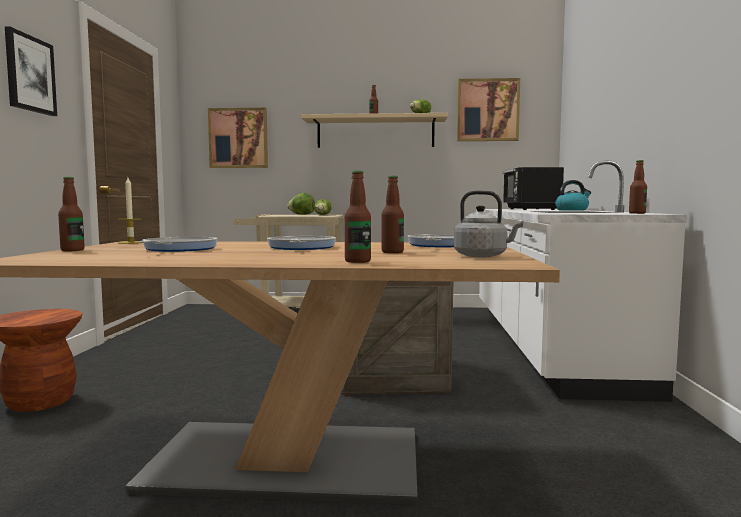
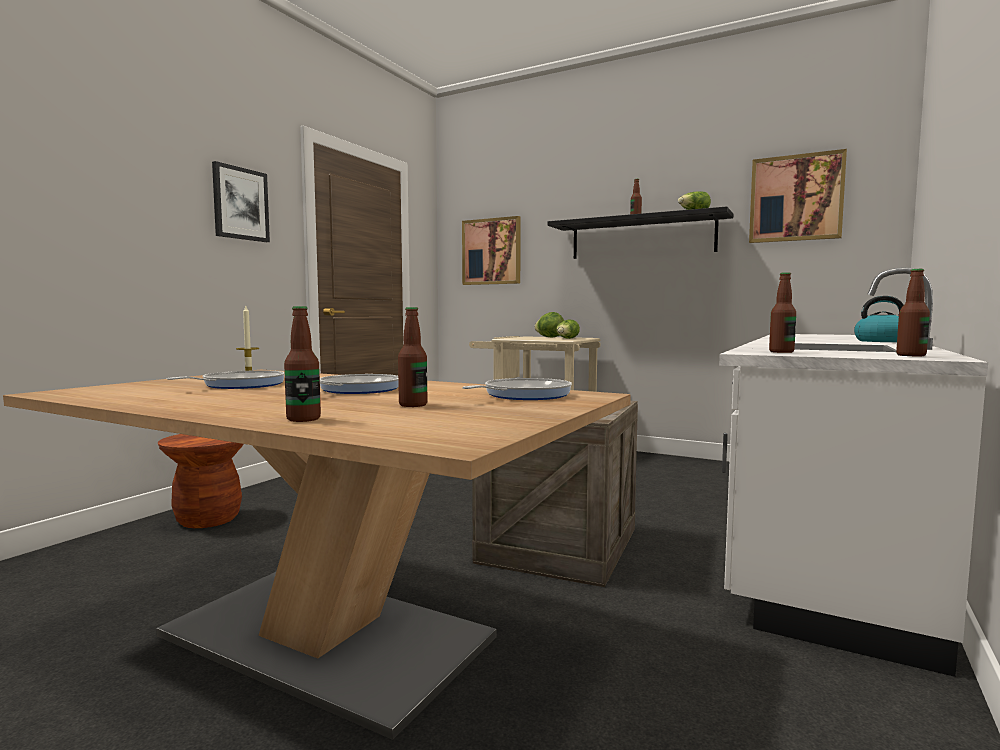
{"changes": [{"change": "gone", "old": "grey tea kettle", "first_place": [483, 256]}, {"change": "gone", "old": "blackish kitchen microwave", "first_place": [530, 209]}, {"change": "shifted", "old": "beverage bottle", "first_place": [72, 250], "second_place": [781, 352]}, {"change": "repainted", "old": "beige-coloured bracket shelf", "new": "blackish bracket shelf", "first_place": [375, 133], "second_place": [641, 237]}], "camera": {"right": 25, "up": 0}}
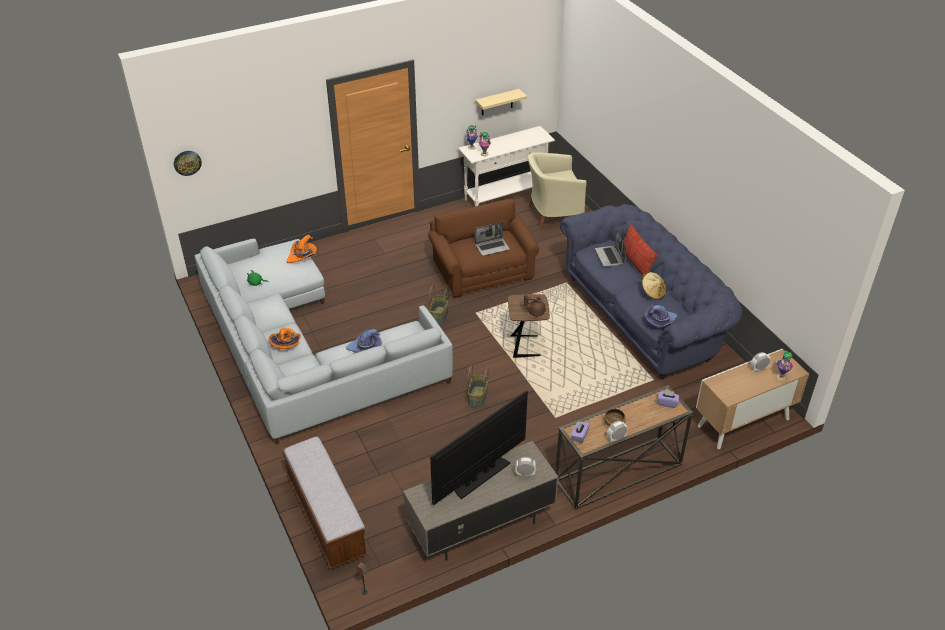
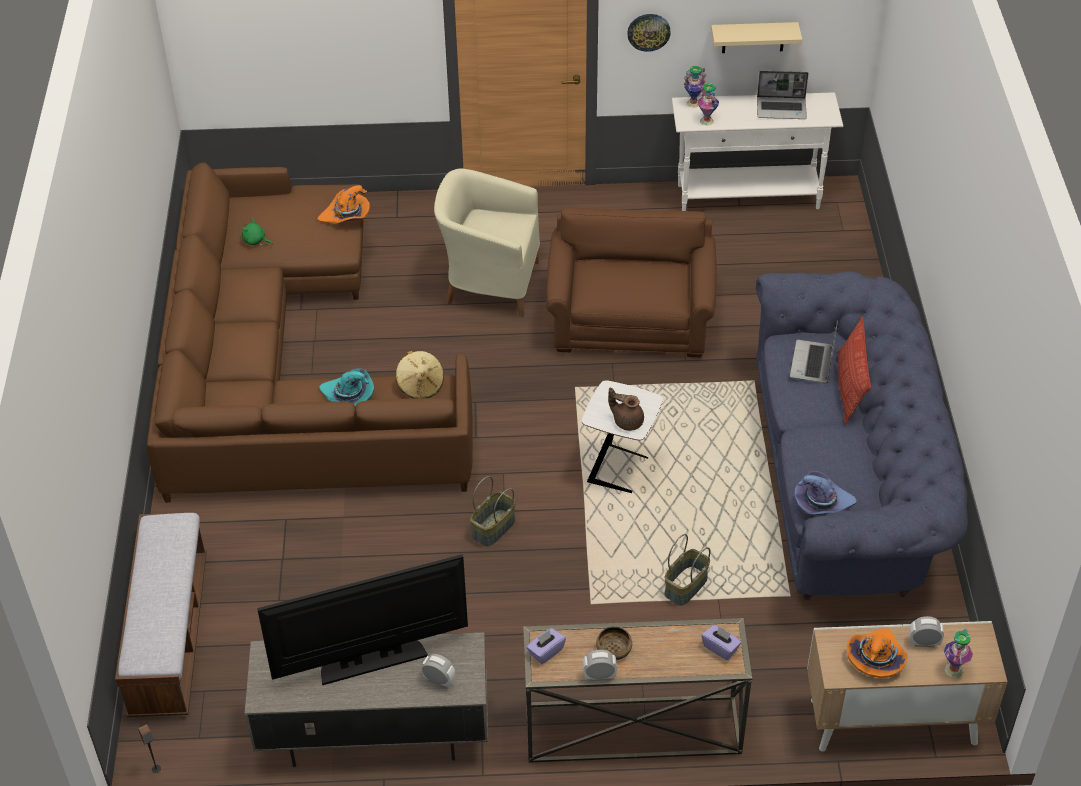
{"changes": [{"change": "shifted", "old": "hanging clock", "first_place": [187, 162], "second_place": [648, 31]}, {"change": "shifted", "old": "orangey wearable hat", "first_place": [286, 342], "second_place": [876, 658]}, {"change": "shifted", "old": "household basket", "first_place": [439, 316], "second_place": [686, 587]}, {"change": "shifted", "old": "notebook computer", "first_place": [492, 247], "second_place": [782, 109]}, {"change": "shifted", "old": "beige-coloured lounge chair", "first_place": [553, 214], "second_place": [489, 283]}, {"change": "shifted", "old": "beige-coloured wearable hat", "first_place": [653, 293], "second_place": [420, 385]}, {"change": "repainted", "old": "grey couch", "new": "brown-coloured couch", "first_place": [303, 351], "second_place": [284, 367]}, {"change": "repainted", "old": "purple wearable hat", "new": "turquoise wearable hat", "first_place": [365, 348], "second_place": [348, 396]}, {"change": "repainted", "old": "brown-coloured accent table", "new": "whitish accent table", "first_place": [526, 346], "second_place": [620, 469]}], "camera": {"right": 25, "up": 5}}
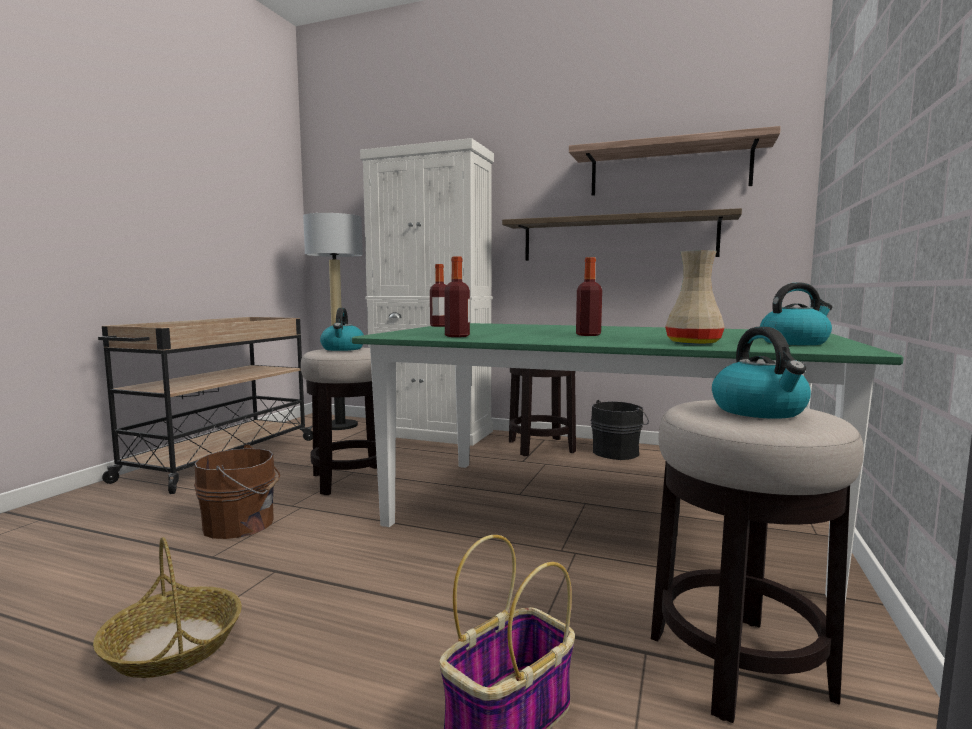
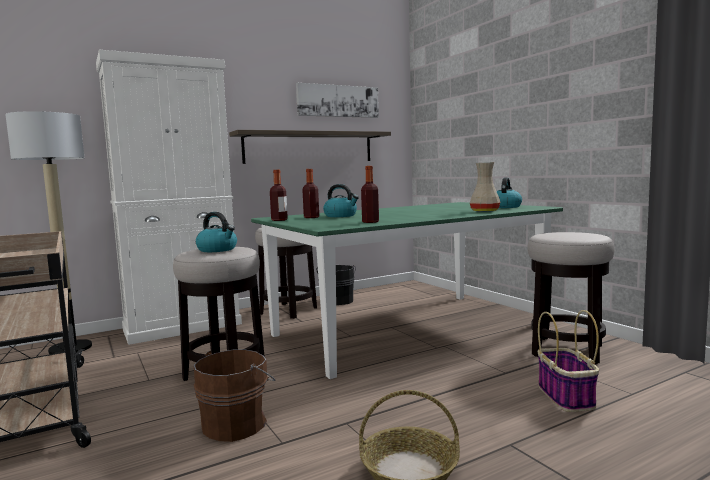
{"changes": [{"change": "shifted", "old": "beverage bottle", "first_place": [588, 335], "second_place": [311, 217]}, {"change": "shifted", "old": "tea kettle", "first_place": [760, 411], "second_place": [341, 216]}, {"change": "swapped", "old": "bracket shelf", "new": "wall art", "first_place": [669, 169], "second_place": [338, 101]}], "camera": {"right": -50, "up": 0}}
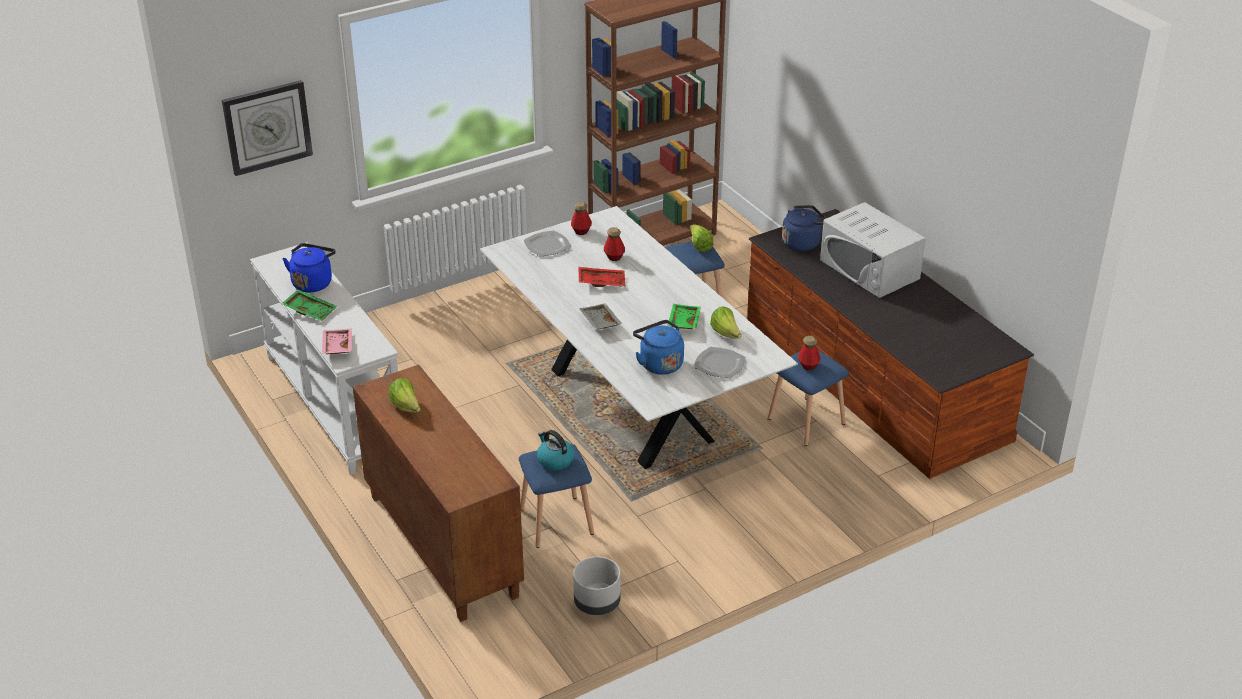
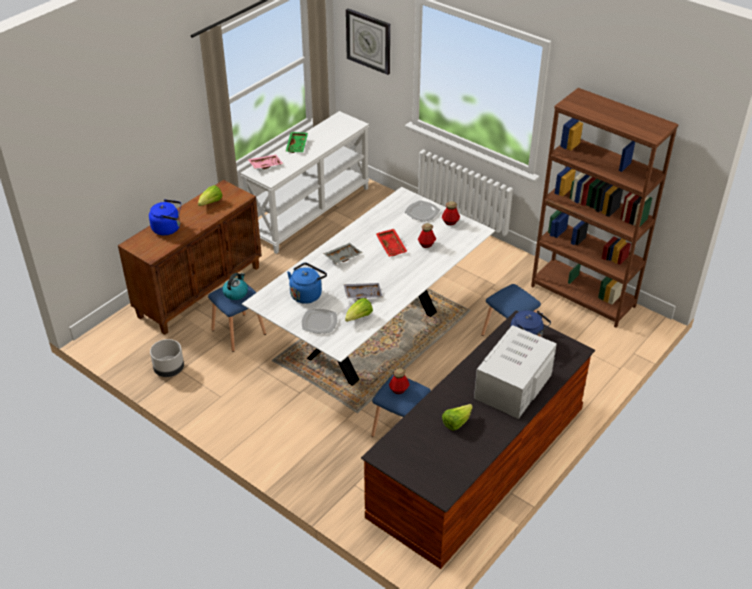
{"changes": [{"change": "shifted", "old": "blue tea kettle", "first_place": [313, 282], "second_place": [168, 228]}, {"change": "shifted", "old": "lettuce", "first_place": [699, 246], "second_place": [456, 422]}, {"change": "repainted", "old": "greenish carrying tray", "new": "grey carrying tray", "first_place": [683, 322], "second_place": [363, 294]}], "camera": {"right": 70, "up": 5}}
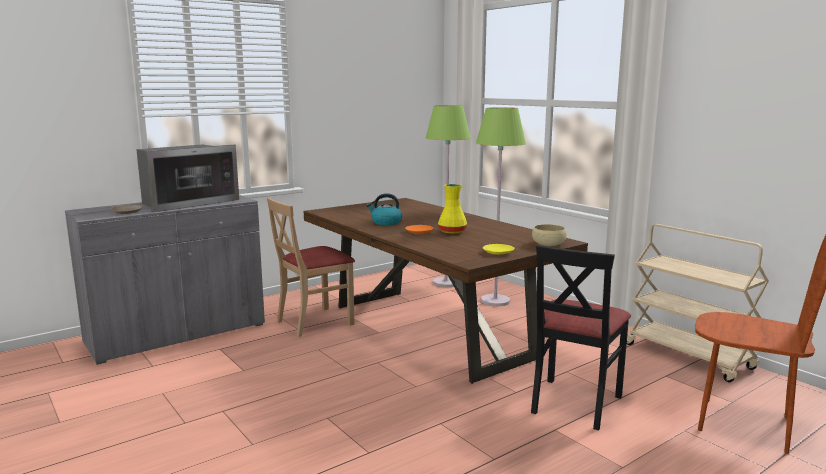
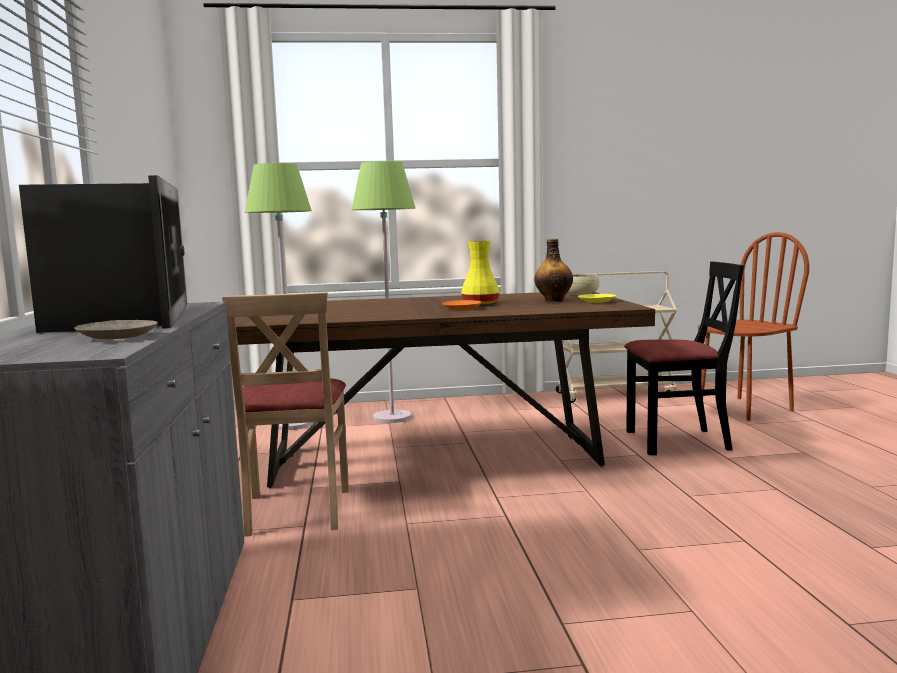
{"changes": [{"change": "gone", "old": "tea kettle", "first_place": [386, 222]}, {"change": "new", "new": "beverage bottle", "second_place": [554, 300]}, {"change": "rotated", "old": "blackish upright chair", "first_place": [574, 403], "second_place": [677, 441], "degrees": -60}], "camera": {"right": -60, "up": -5}}
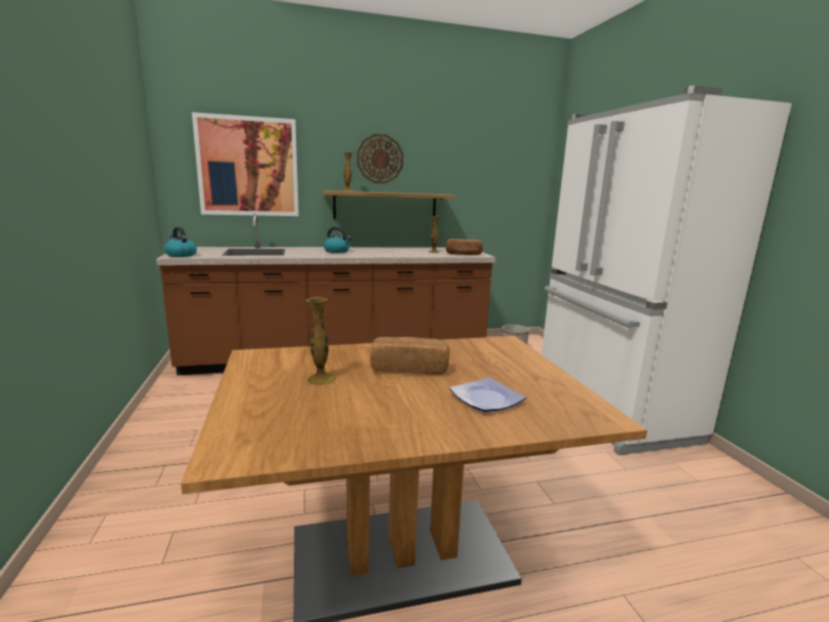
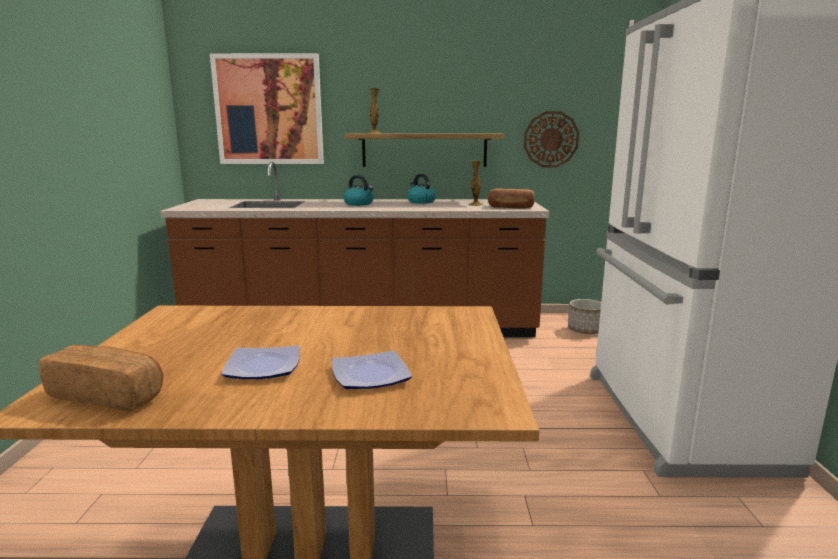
{"changes": [{"change": "gone", "old": "vase", "first_place": [321, 379]}, {"change": "new", "new": "dinner plate", "second_place": [264, 366]}, {"change": "shifted", "old": "tea kettle", "first_place": [180, 255], "second_place": [421, 202]}, {"change": "shifted", "old": "hanging clock", "first_place": [380, 159], "second_place": [551, 139]}, {"change": "shifted", "old": "bread", "first_place": [409, 369], "second_place": [108, 396]}], "camera": {"right": 15, "up": 0}}
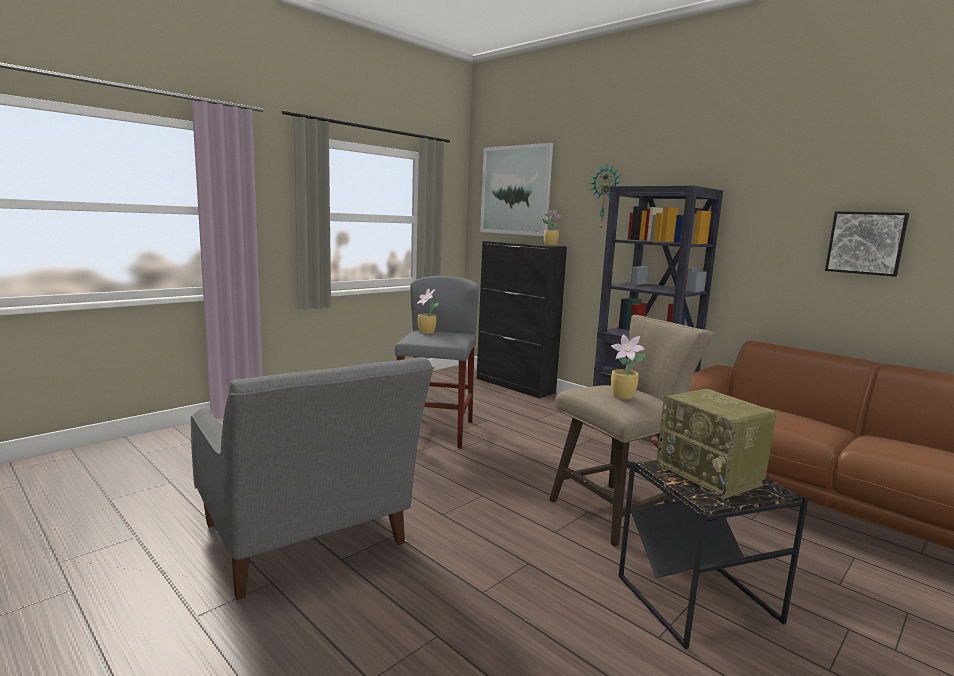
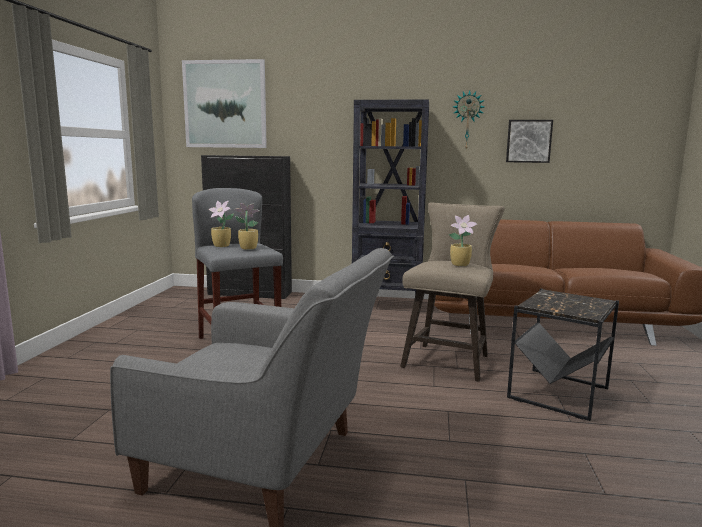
{"changes": [{"change": "gone", "old": "radio", "first_place": [711, 476]}, {"change": "shifted", "old": "potted plant", "first_place": [550, 245], "second_place": [247, 248]}, {"change": "shifted", "old": "hanging clock", "first_place": [605, 197], "second_place": [467, 120]}], "camera": {"right": -35, "up": 0}}
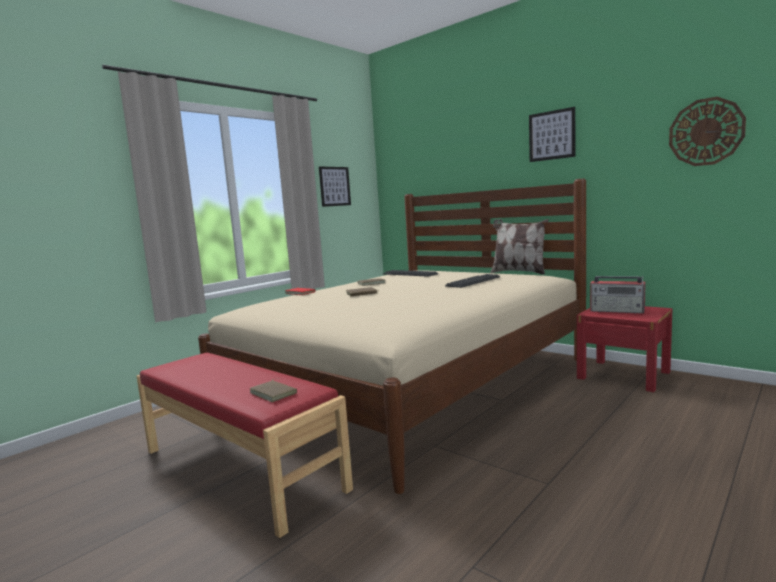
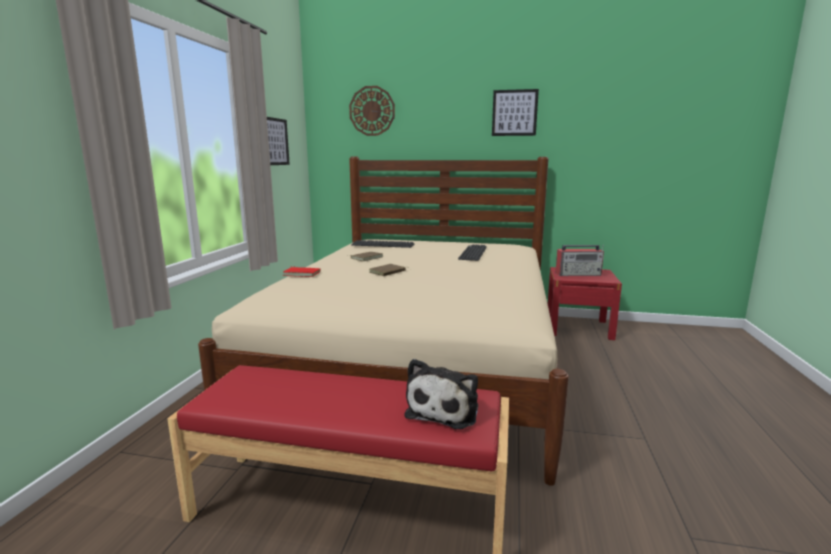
{"changes": [{"change": "gone", "old": "cushion", "first_place": [518, 272]}, {"change": "shifted", "old": "hanging clock", "first_place": [706, 132], "second_place": [372, 111]}, {"change": "swapped", "old": "brown-coloured volume", "new": "cuddly toy", "first_place": [275, 393], "second_place": [445, 409]}], "camera": {"right": -30, "up": 5}}
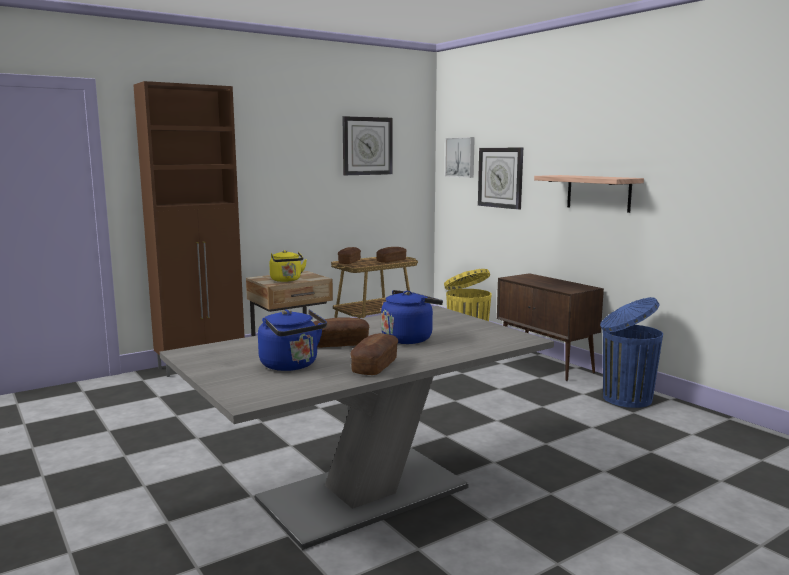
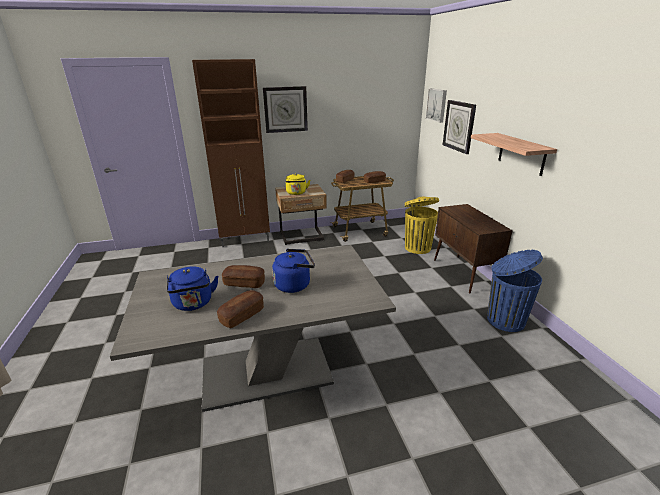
{"changes": [{"change": "shifted", "old": "hanging clock", "first_place": [367, 146], "second_place": [285, 109]}], "camera": {"right": 20, "up": 15}}
